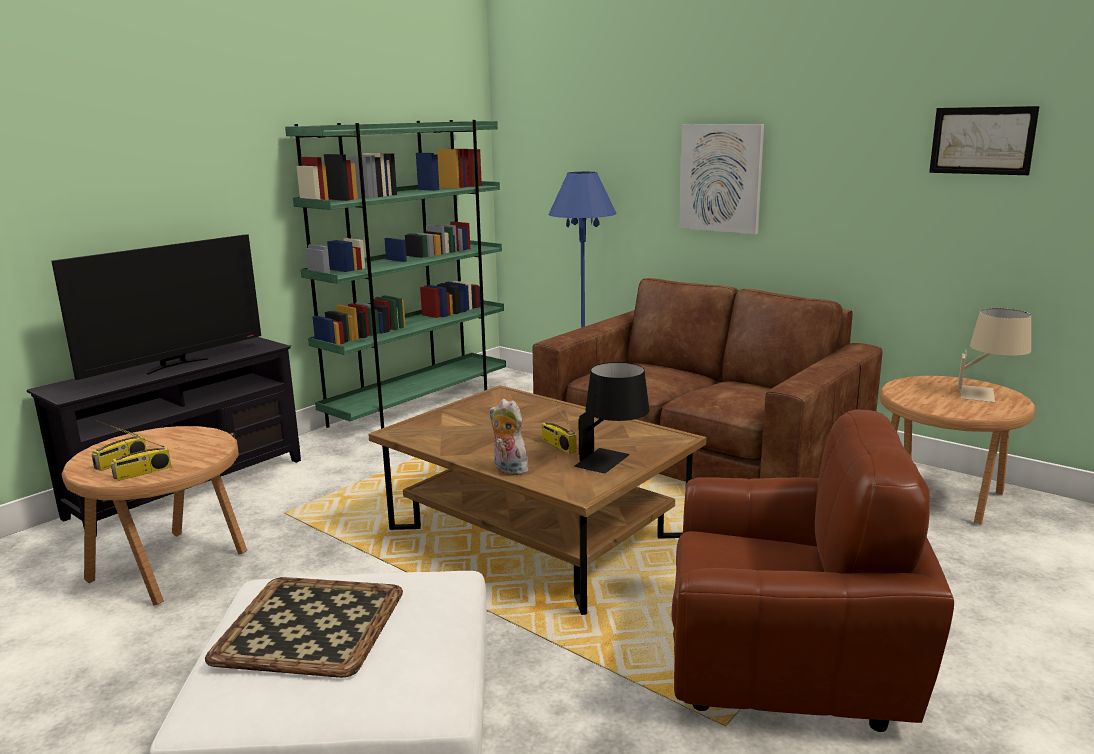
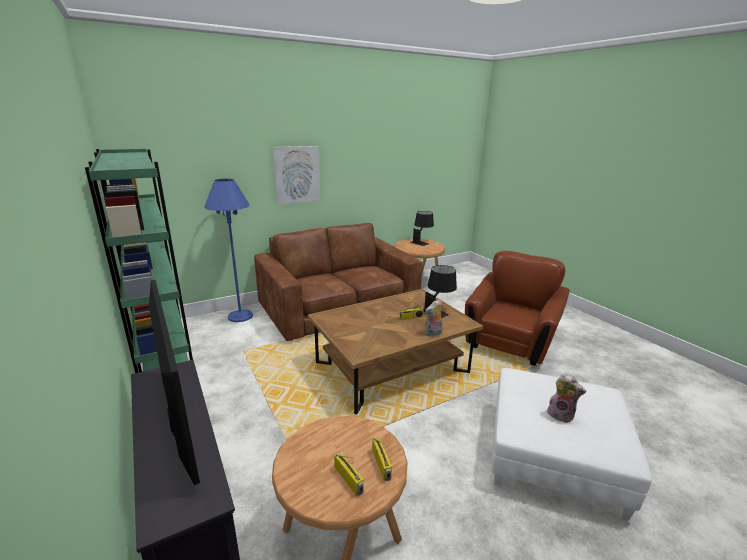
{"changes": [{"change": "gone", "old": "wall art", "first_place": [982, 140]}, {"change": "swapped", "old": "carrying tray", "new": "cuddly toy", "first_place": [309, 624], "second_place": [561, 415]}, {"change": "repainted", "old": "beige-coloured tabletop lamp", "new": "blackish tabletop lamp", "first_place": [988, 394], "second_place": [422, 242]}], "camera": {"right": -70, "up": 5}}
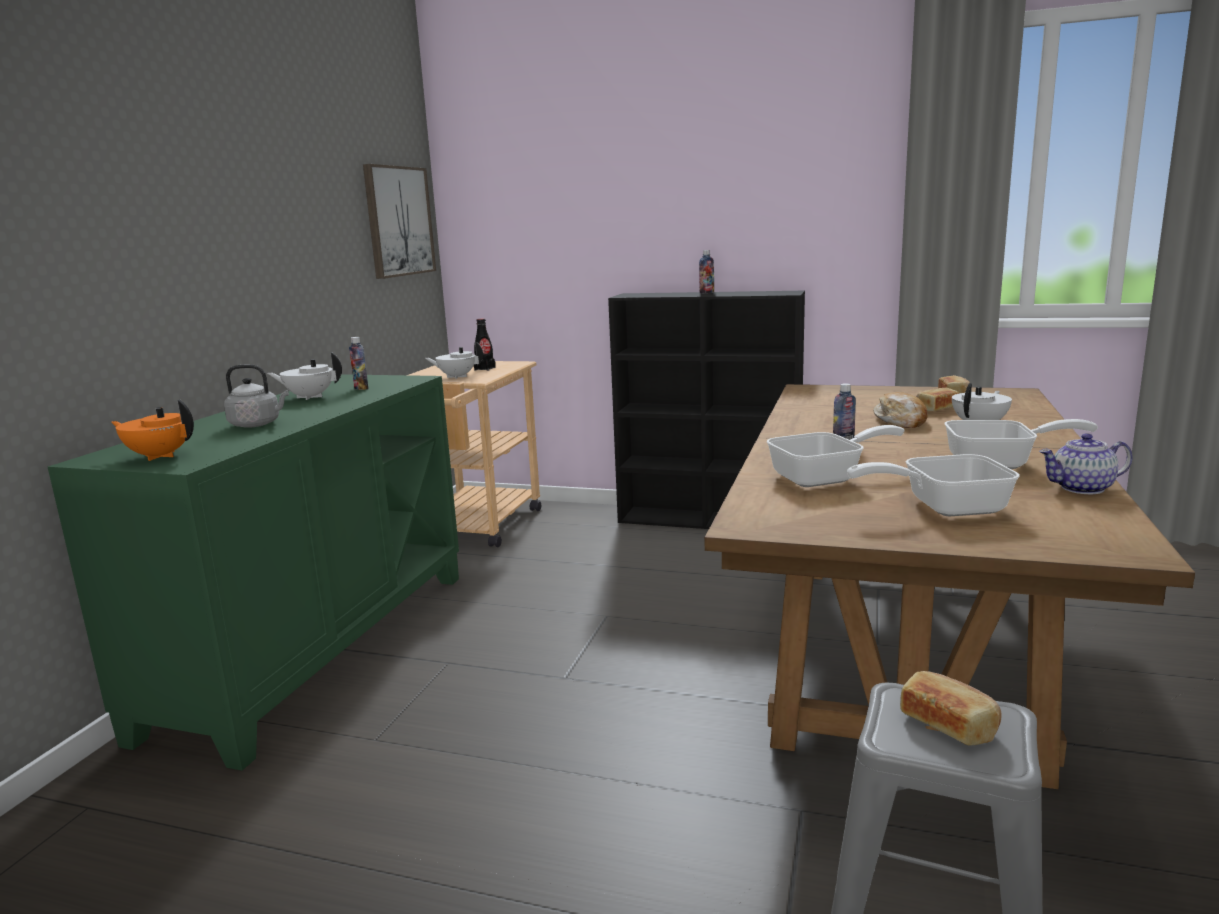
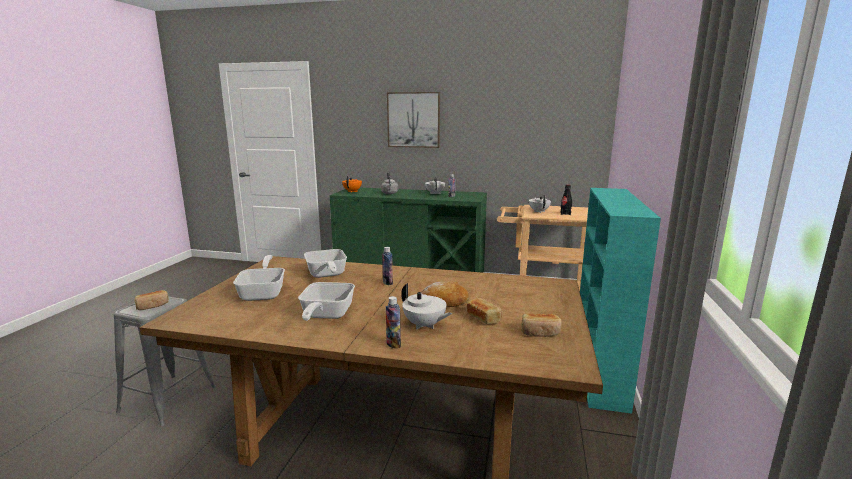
{"changes": [{"change": "gone", "old": "pot for tea", "first_place": [1081, 488]}, {"change": "shifted", "old": "wall art", "first_place": [398, 221], "second_place": [413, 120]}, {"change": "shifted", "old": "beverage bottle", "first_place": [706, 292], "second_place": [393, 344]}, {"change": "repainted", "old": "blackish shelving unit", "new": "turquoise shelving unit", "first_place": [710, 520], "second_place": [600, 369]}], "camera": {"right": 85, "up": 0}}
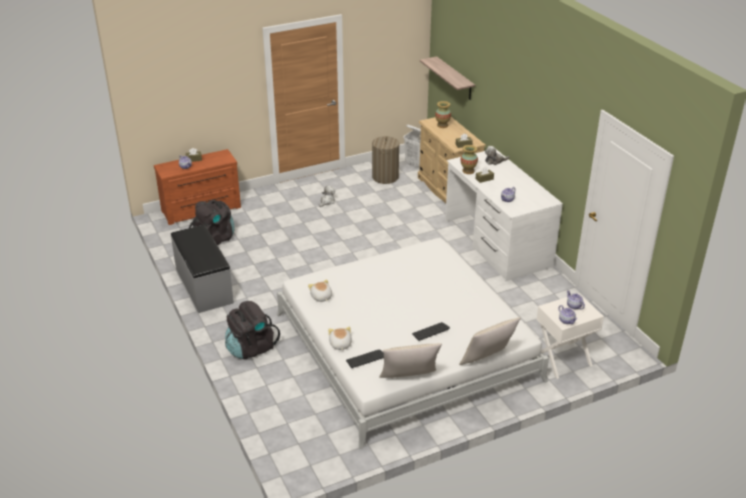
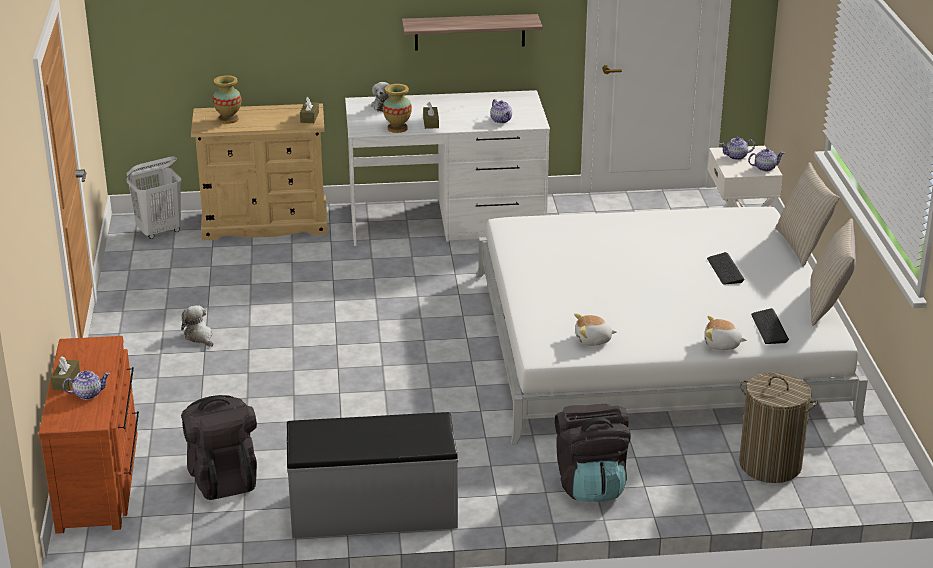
{"changes": [{"change": "shifted", "old": "washing basket", "first_place": [385, 177], "second_place": [770, 465]}, {"change": "shifted", "old": "bracket shelf", "first_place": [455, 78], "second_place": [469, 32]}], "camera": {"right": -70, "up": -5}}
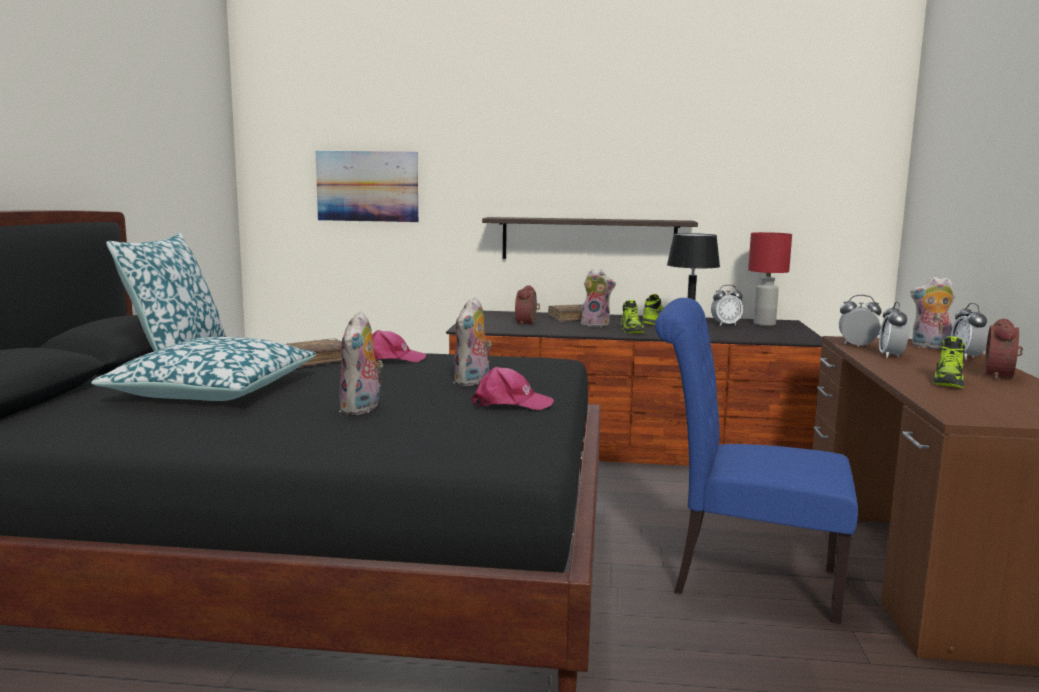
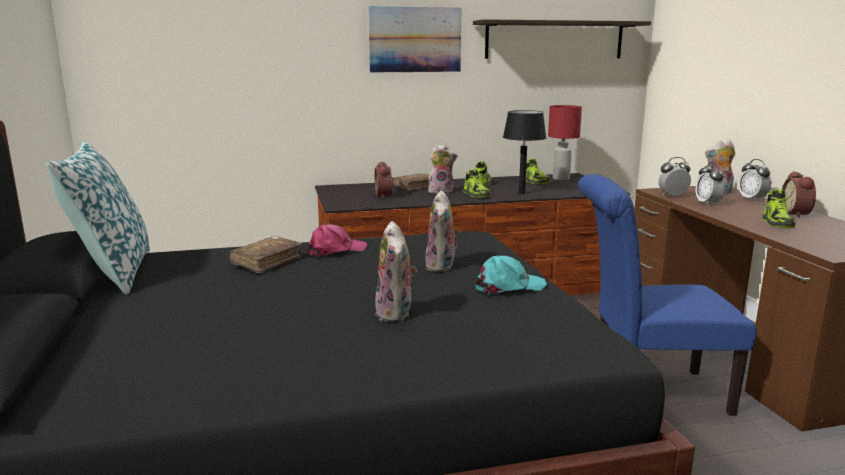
{"changes": [{"change": "gone", "old": "cushion", "first_place": [213, 391]}, {"change": "shifted", "old": "wall art", "first_place": [367, 186], "second_place": [415, 39]}, {"change": "shifted", "old": "bracket shelf", "first_place": [588, 239], "second_place": [554, 40]}, {"change": "swapped", "old": "bedside clock", "new": "shoe", "first_place": [725, 324], "second_place": [535, 182]}, {"change": "repainted", "old": "pinkish cap", "new": "turquoise cap", "first_place": [510, 403], "second_place": [508, 286]}], "camera": {"right": -20, "up": 5}}
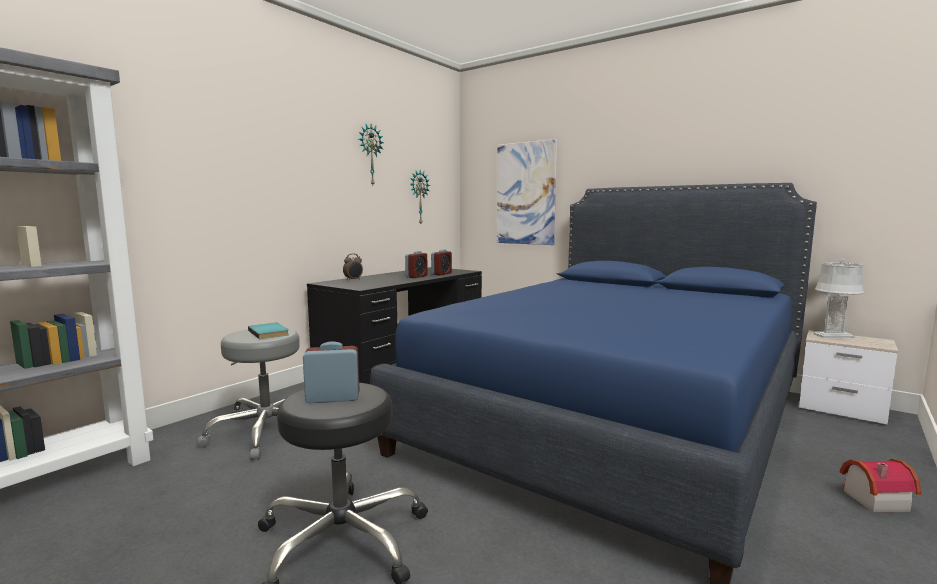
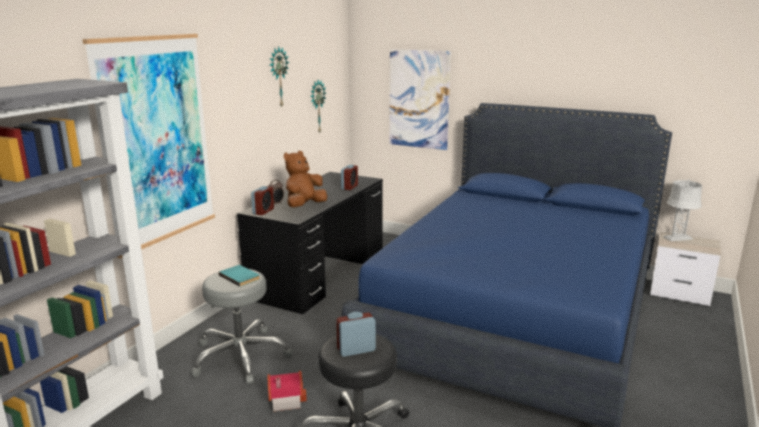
{"changes": [{"change": "new", "new": "wall art", "second_place": [156, 141]}, {"change": "new", "new": "brown-coloured cuddly toy", "second_place": [304, 206]}, {"change": "shifted", "old": "bedside clock", "first_place": [416, 276], "second_place": [263, 211]}, {"change": "shifted", "old": "miniature house", "first_place": [871, 499], "second_place": [285, 400]}], "camera": {"right": -10, "up": 10}}
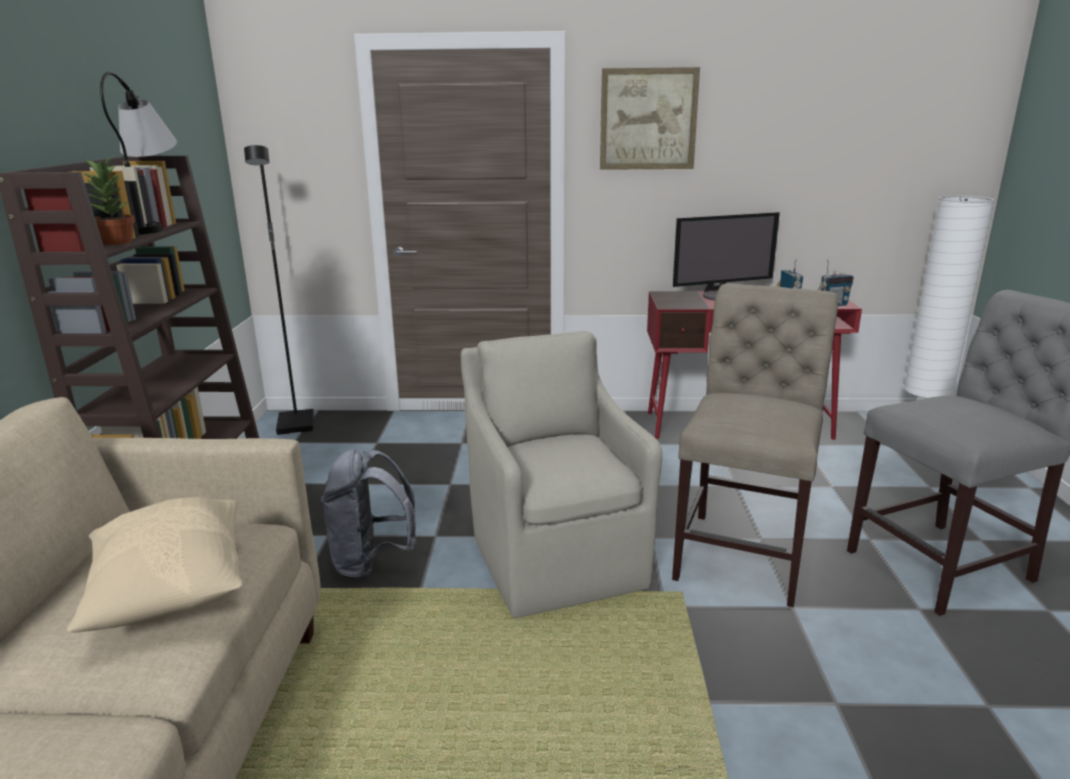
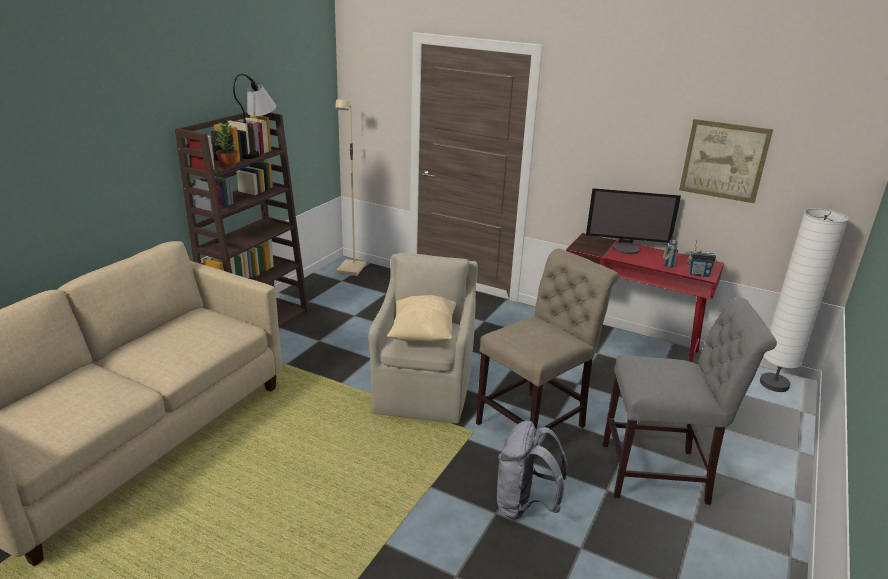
{"changes": [{"change": "shifted", "old": "beige-coloured cushion", "first_place": [171, 593], "second_place": [422, 334]}, {"change": "shifted", "old": "grey rucksack", "first_place": [371, 562], "second_place": [525, 505]}, {"change": "shifted", "old": "wall art", "first_place": [648, 119], "second_place": [724, 160]}, {"change": "repainted", "old": "blackish floor lamp", "new": "beige-coloured floor lamp", "first_place": [297, 424], "second_place": [351, 269]}], "camera": {"right": 25, "up": 5}}
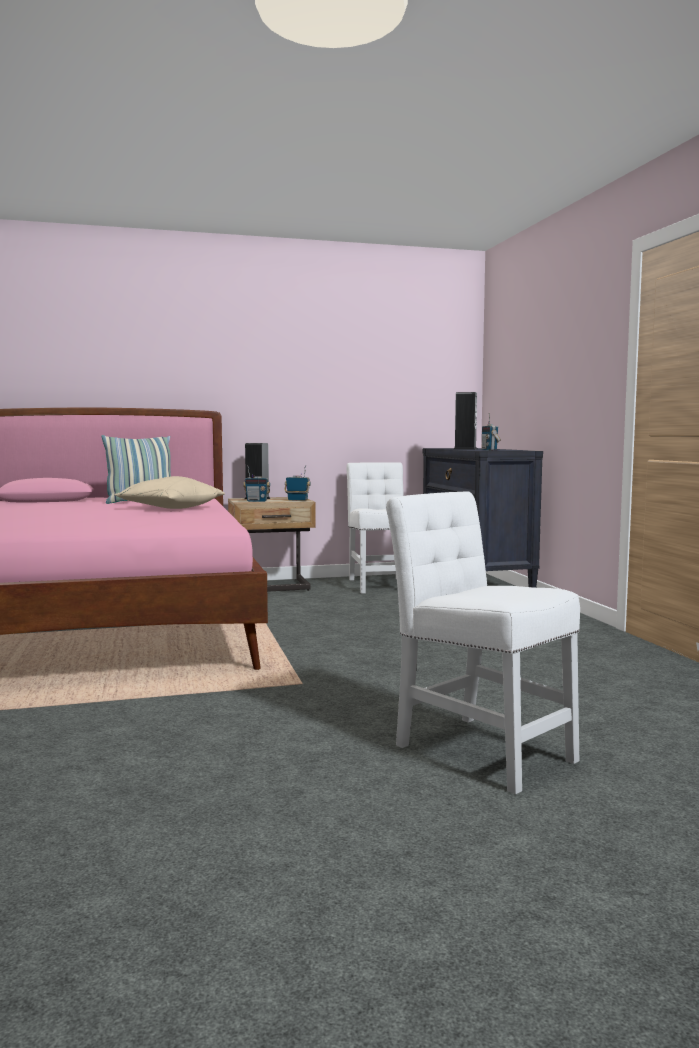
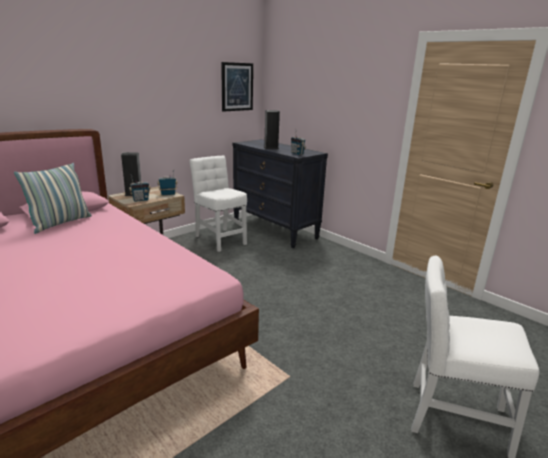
{"changes": [{"change": "gone", "old": "beige-coloured cushion", "first_place": [170, 509]}, {"change": "new", "new": "wall art", "second_place": [237, 87]}], "camera": {"right": -30, "up": 15}}
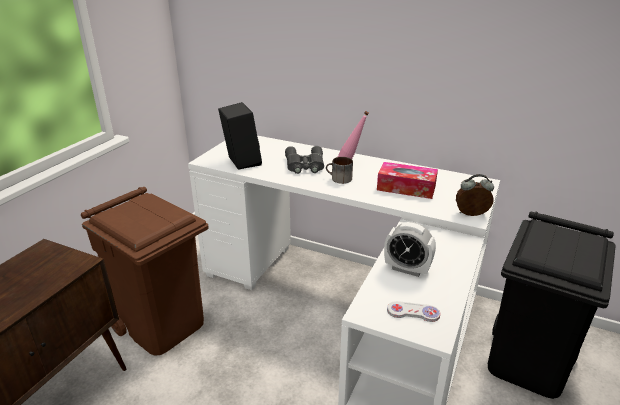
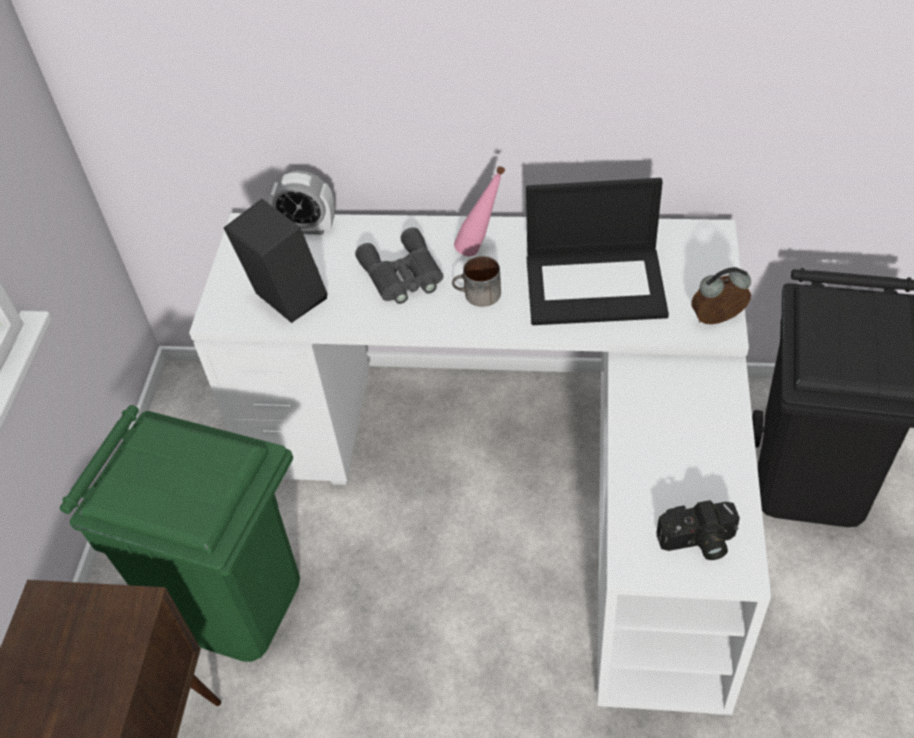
{"changes": [{"change": "shifted", "old": "bedside clock", "first_place": [407, 269], "second_place": [307, 228]}, {"change": "swapped", "old": "tissue box", "new": "notebook computer", "first_place": [406, 188], "second_place": [596, 285]}, {"change": "swapped", "old": "whitish game controller", "new": "photo camera", "first_place": [413, 312], "second_place": [698, 543]}, {"change": "repainted", "old": "brown-coloured trash can", "new": "greenish trash can", "first_place": [163, 325], "second_place": [233, 601]}], "camera": {"right": -15, "up": 20}}
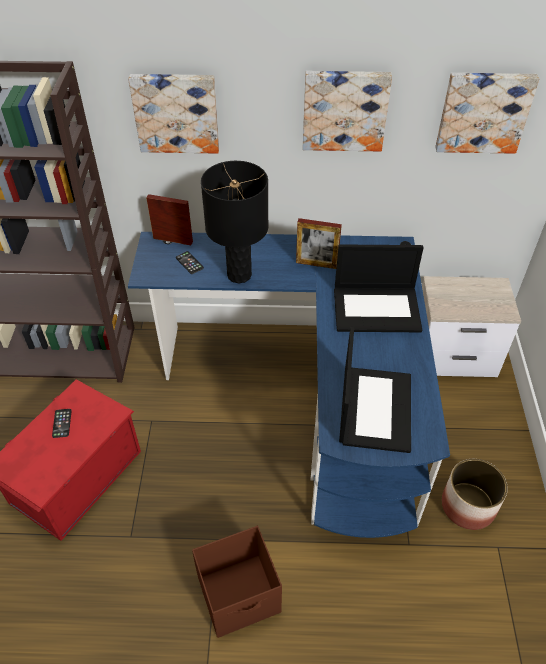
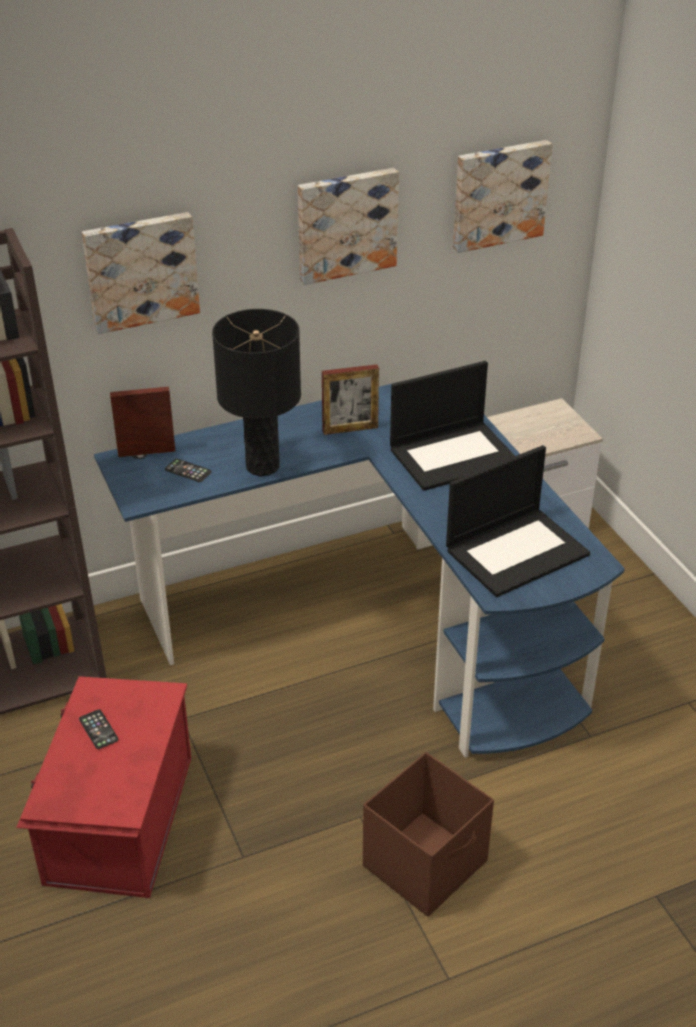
{"changes": [{"change": "gone", "old": "planter", "first_place": [468, 506]}, {"change": "rotated", "old": "notebook computer", "first_place": [374, 408], "second_place": [517, 551], "degrees": 75}], "camera": {"right": -25, "up": -10}}
